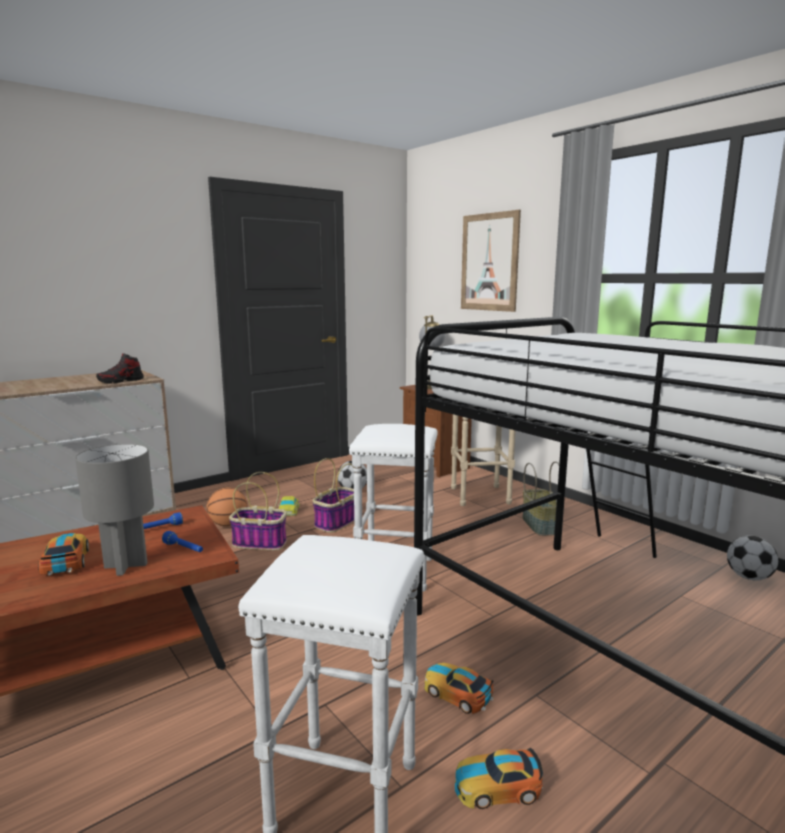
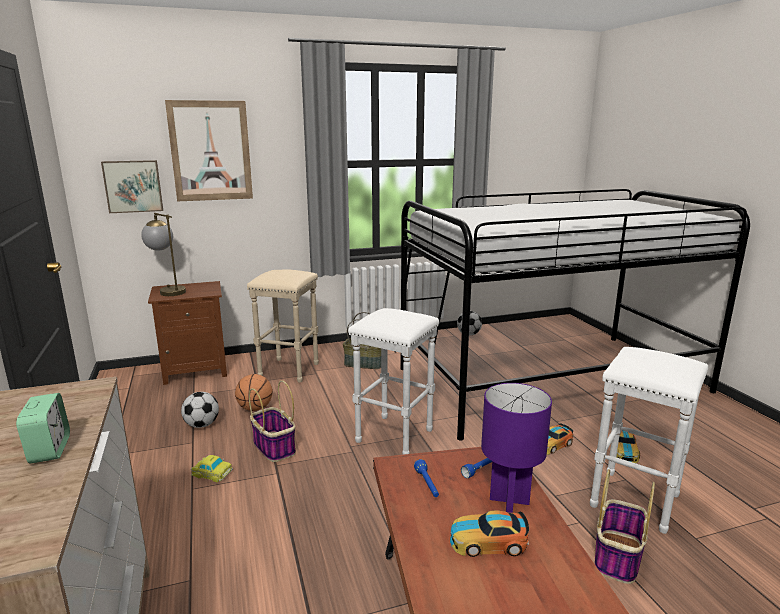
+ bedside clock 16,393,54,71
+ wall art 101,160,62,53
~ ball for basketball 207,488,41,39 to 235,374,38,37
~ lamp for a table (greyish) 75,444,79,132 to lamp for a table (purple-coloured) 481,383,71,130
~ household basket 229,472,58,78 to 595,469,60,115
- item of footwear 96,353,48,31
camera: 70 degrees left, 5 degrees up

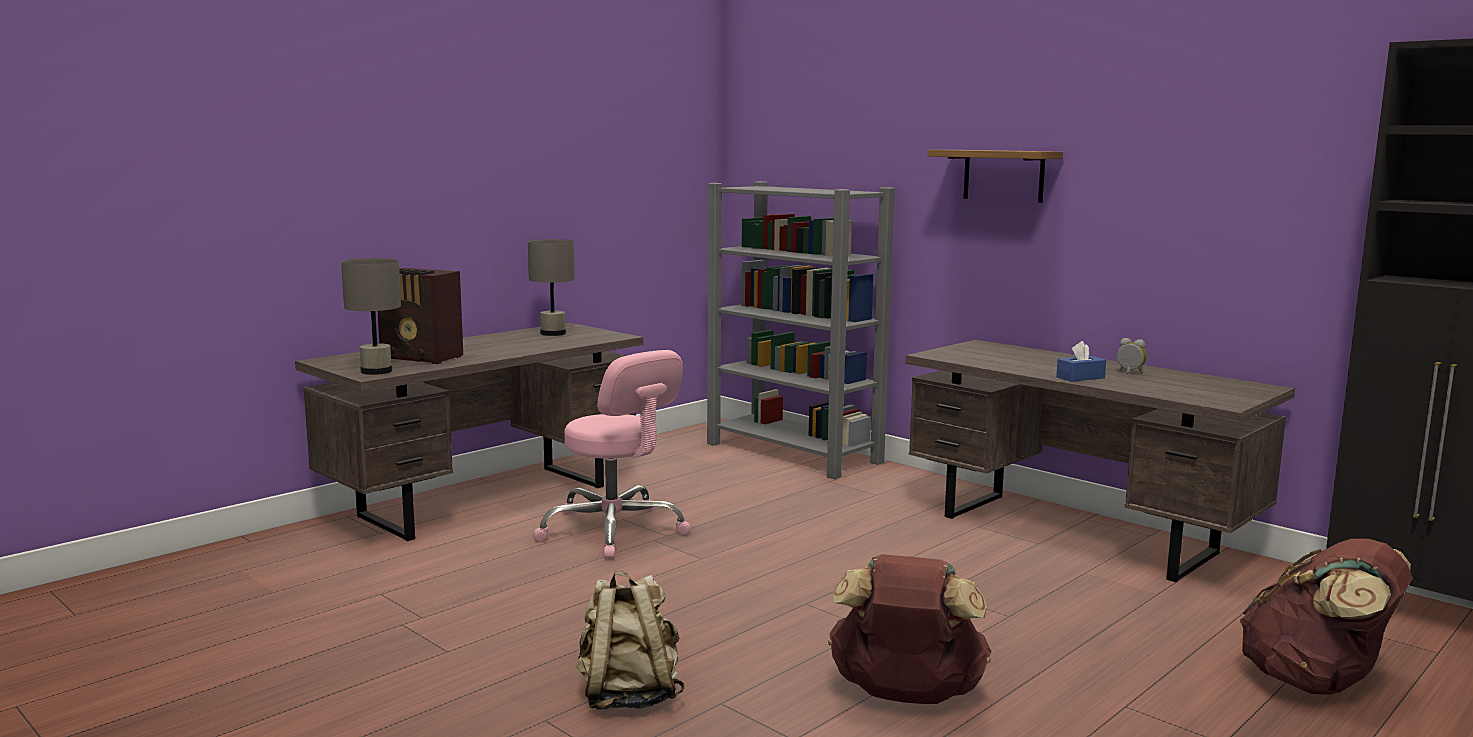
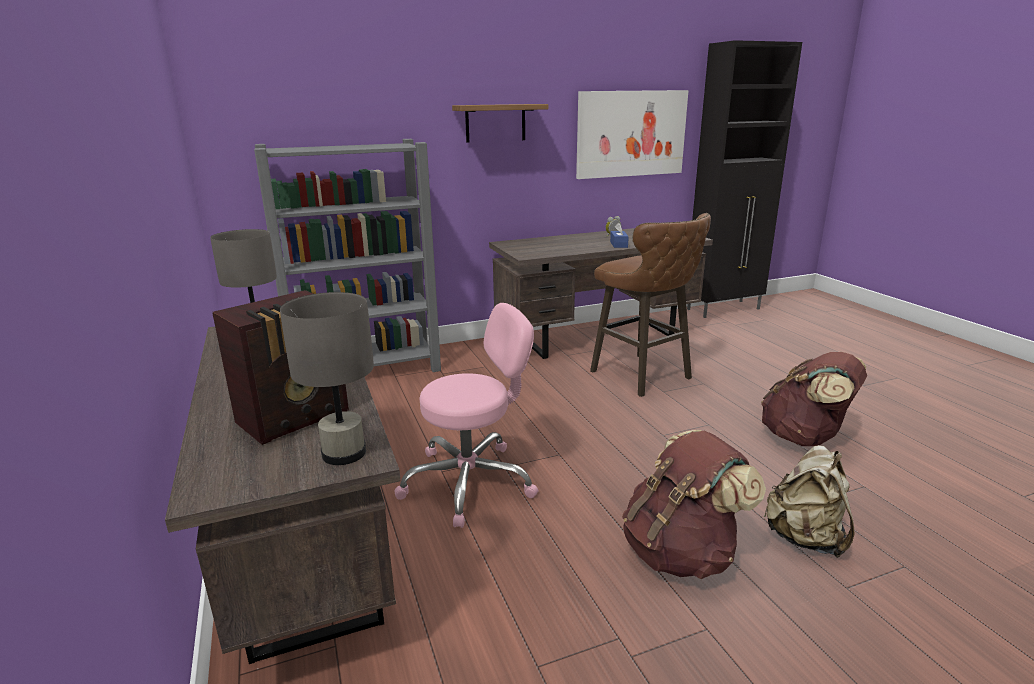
+ wall art 576,90,113,89
+ stool (brown) 590,213,121,184
~ backpack (brown) 1240,539,173,156 to 622,430,144,149
camera: 65 degrees left, 10 degrees up

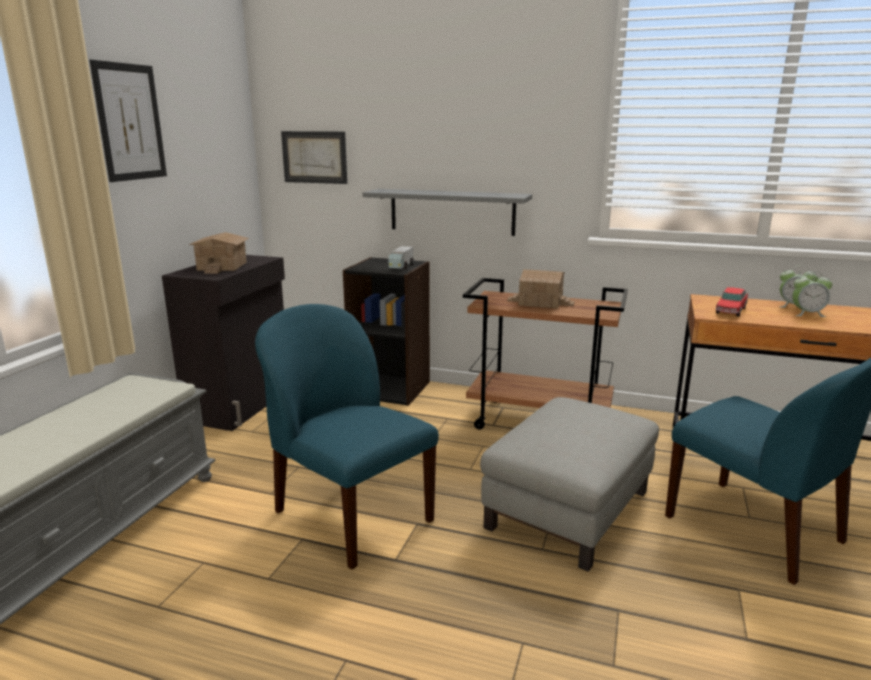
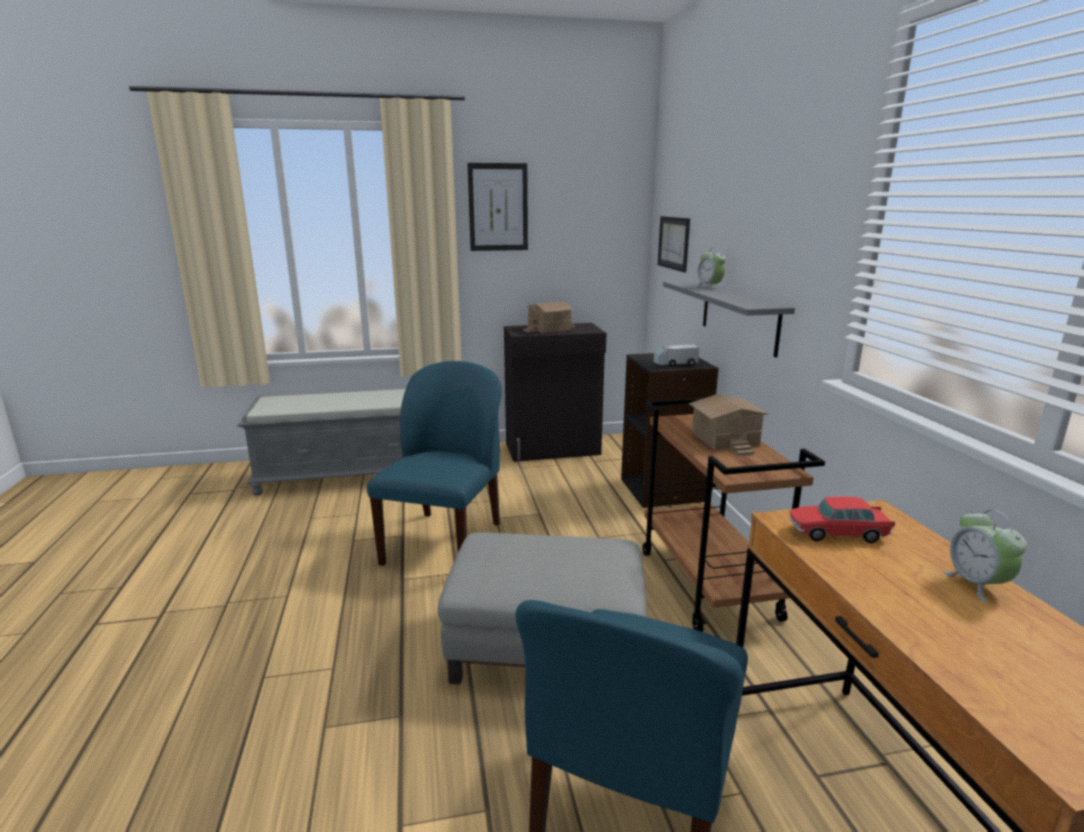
~ bedside clock 792,271,40,46 to 697,248,29,41
camera: 60 degrees right, 0 degrees up

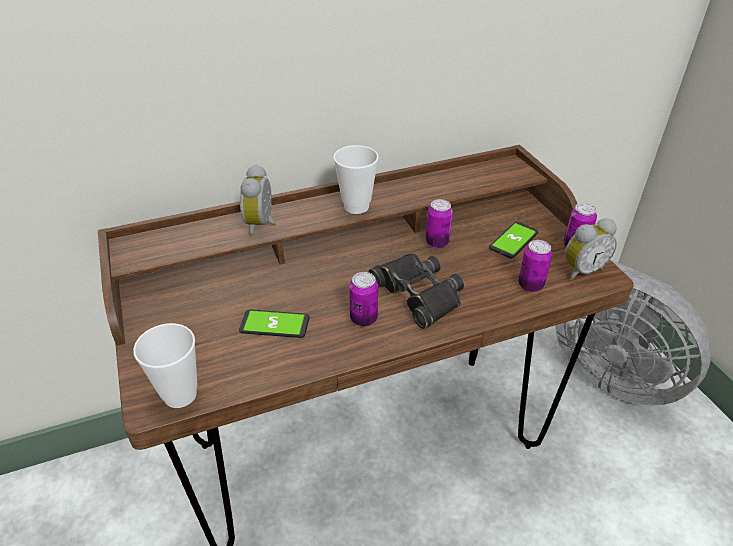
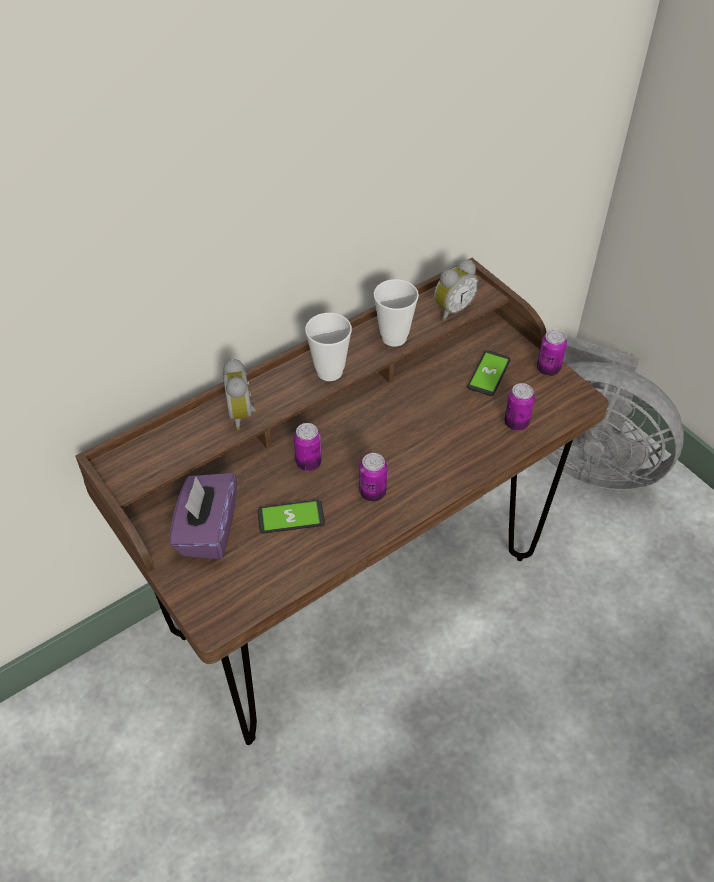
+ tissue holder (purple-coloured) 169,473,68,87
~ metal can 426,199,27,49 to 294,423,28,48
~ drinking cup 133,323,64,85 to 374,279,45,68
~ bedside clock 565,218,52,62 to 434,260,45,61
- field glasses (black-coloured) 368,253,96,76
camera: 15 degrees left, 10 degrees up

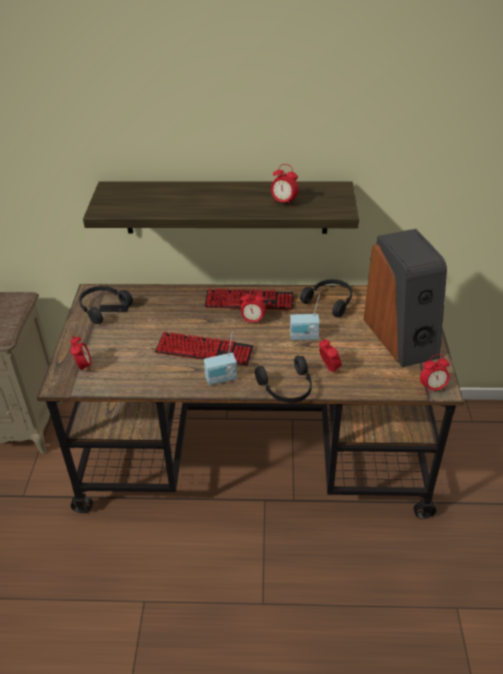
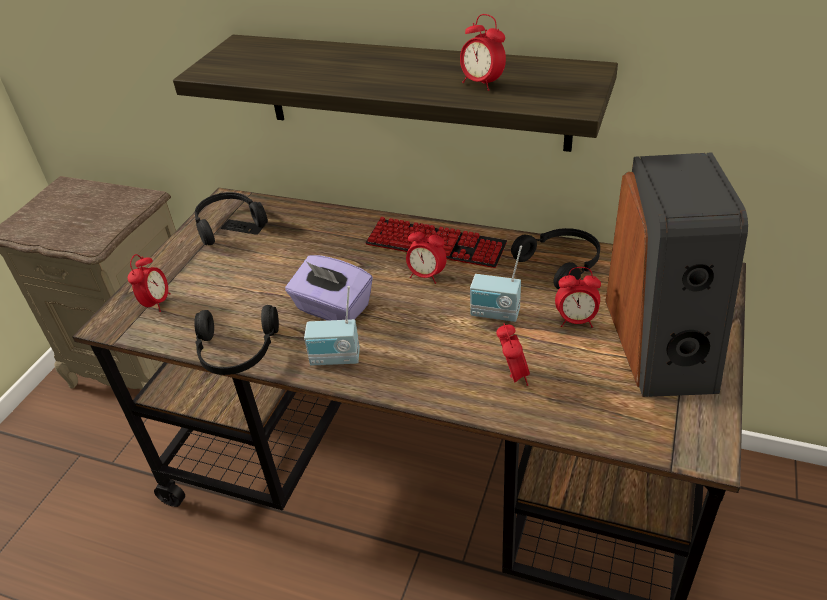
~ headphones (black-coloured) 255,356,57,47 to 194,305,85,70
~ computer keyboard 155,332,99,34 to tissue holder (purple-coloured) 285,255,88,66
~ bedside clock 420,354,30,40 to 555,267,46,61
camera: 20 degrees right, 0 degrees up

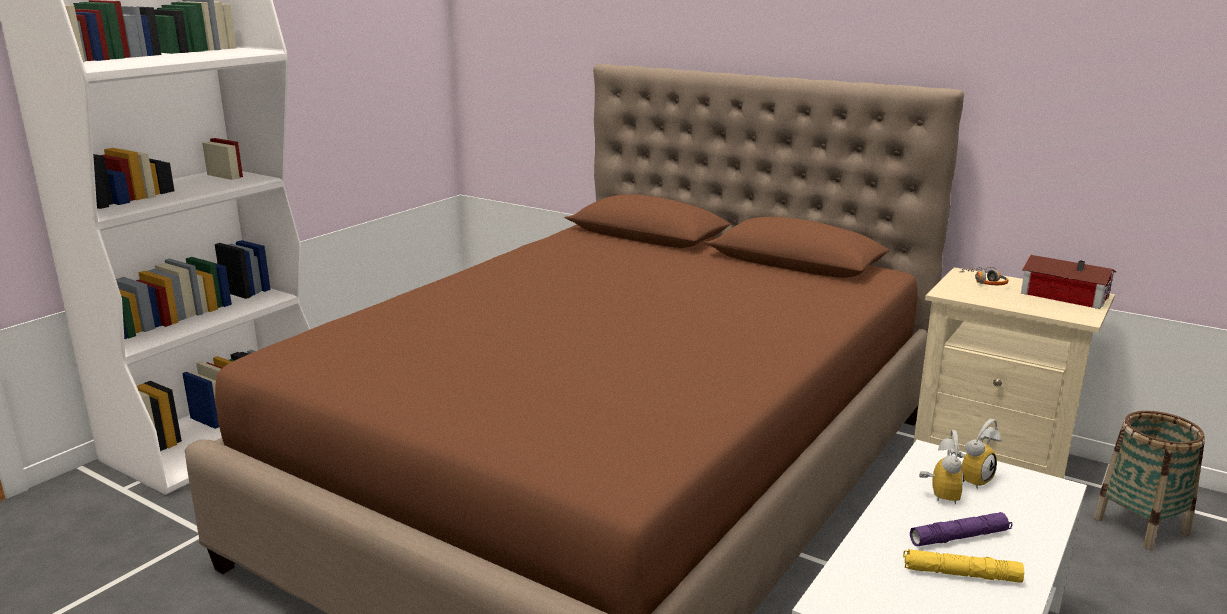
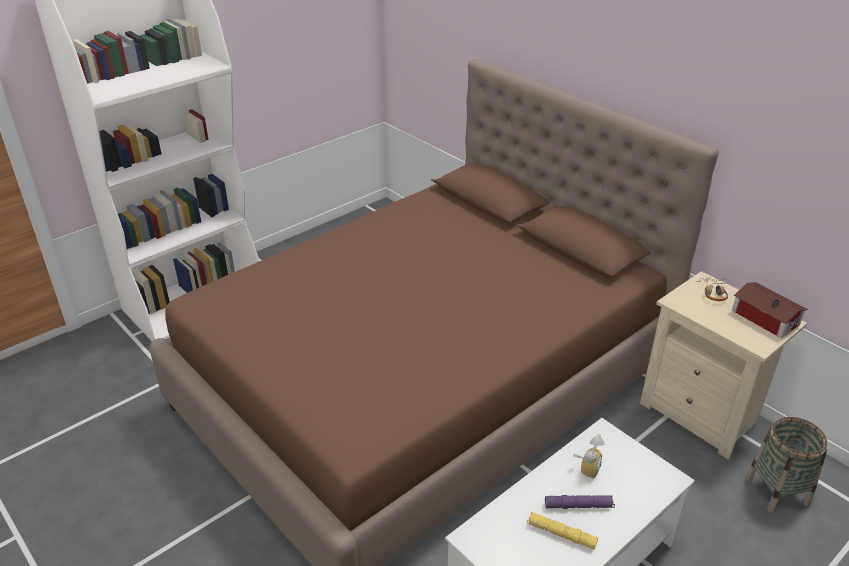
- bedside clock 953,419,49,70
camera: 15 degrees right, 15 degrees up

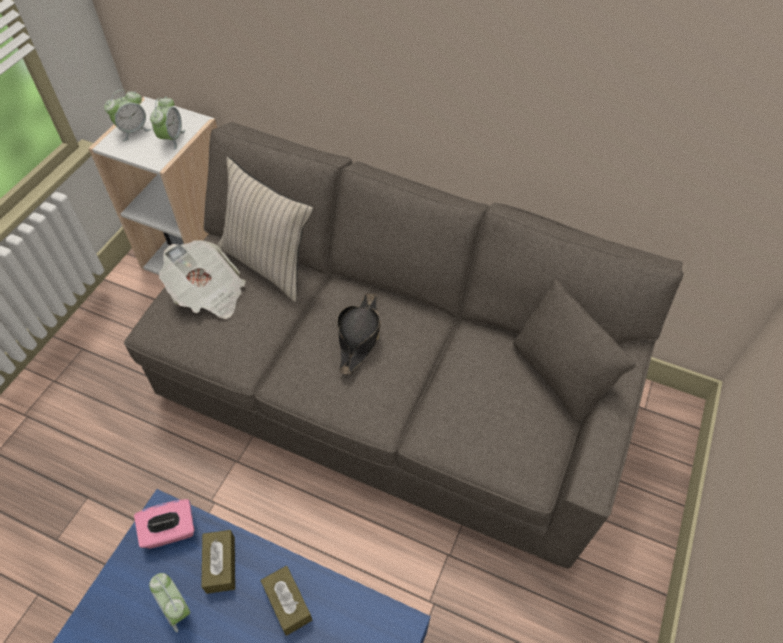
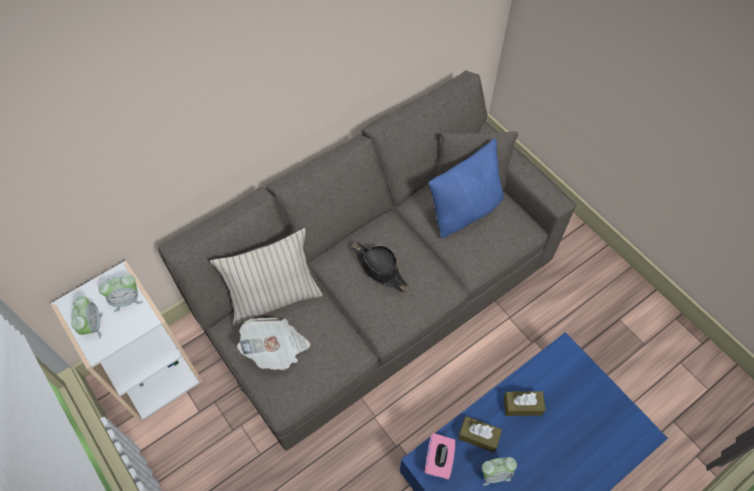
~ bedside clock 150,96,35,54 = 98,274,45,38 120 degrees clockwise
+ cushion (blue-coloured) 428,139,76,99
camera: 60 degrees left, 5 degrees up

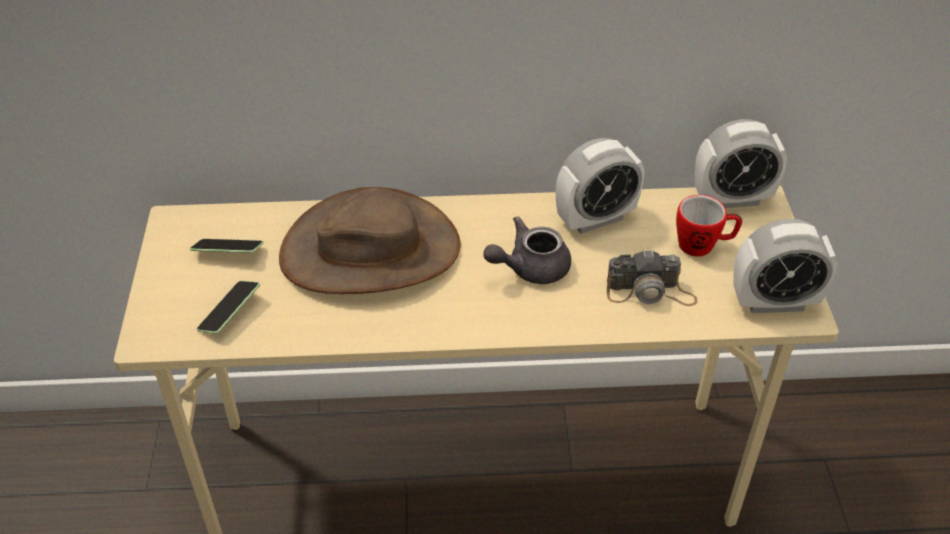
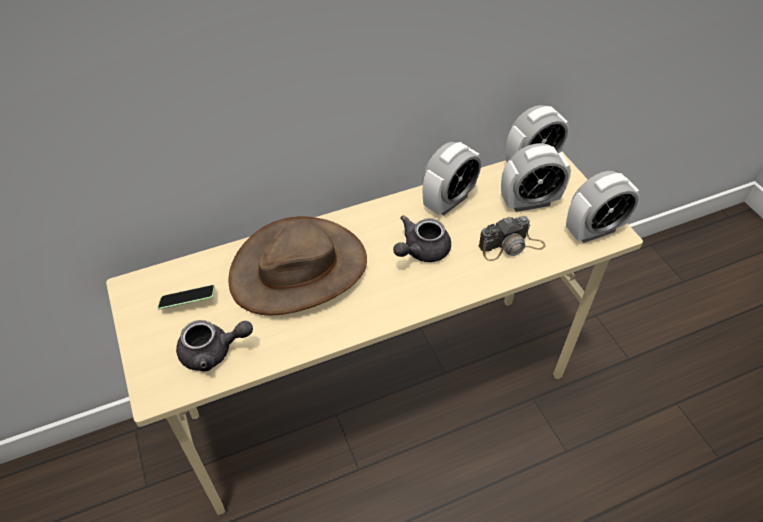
~ phone 197,281,63,53 to pot for tea (greyish) 176,320,77,52
~ mug 676,195,66,62 to bedside clock 501,143,70,69
camera: 20 degrees left, 5 degrees up

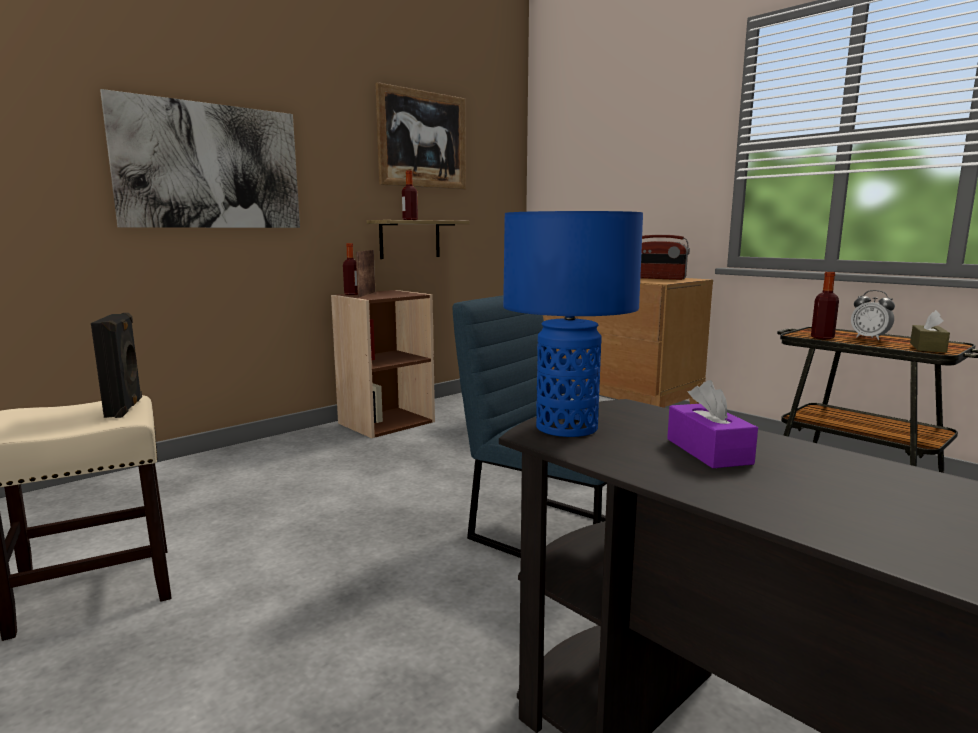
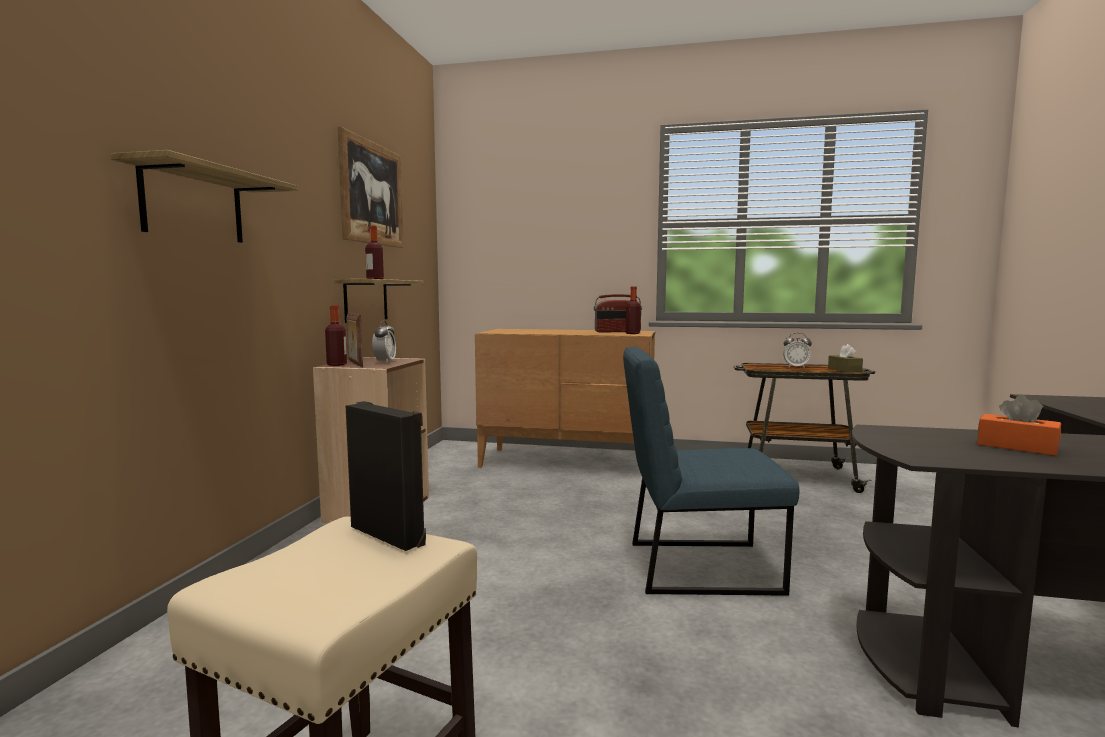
~ wall art 100,89,200,139 to shelf 110,150,188,93
+ bedside clock 372,320,24,43
~ beverage bottle 811,272,28,67 to 626,286,15,48
~ tissue holder (purple-coloured) 667,380,91,88 to tissue holder (orange) 977,395,84,61
- lamp for a table (blue-coloured) 503,211,140,226
camera: 35 degrees left, 5 degrees down

